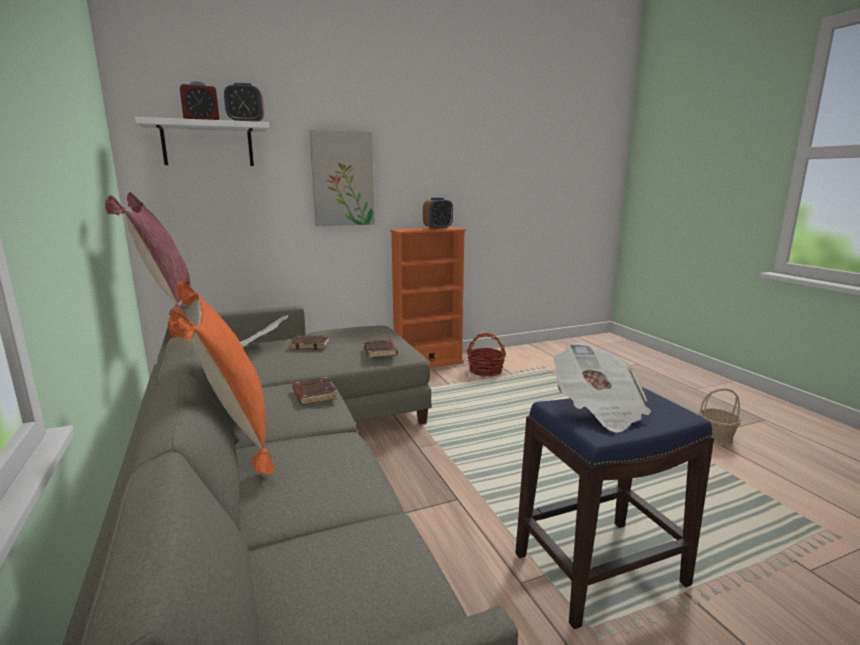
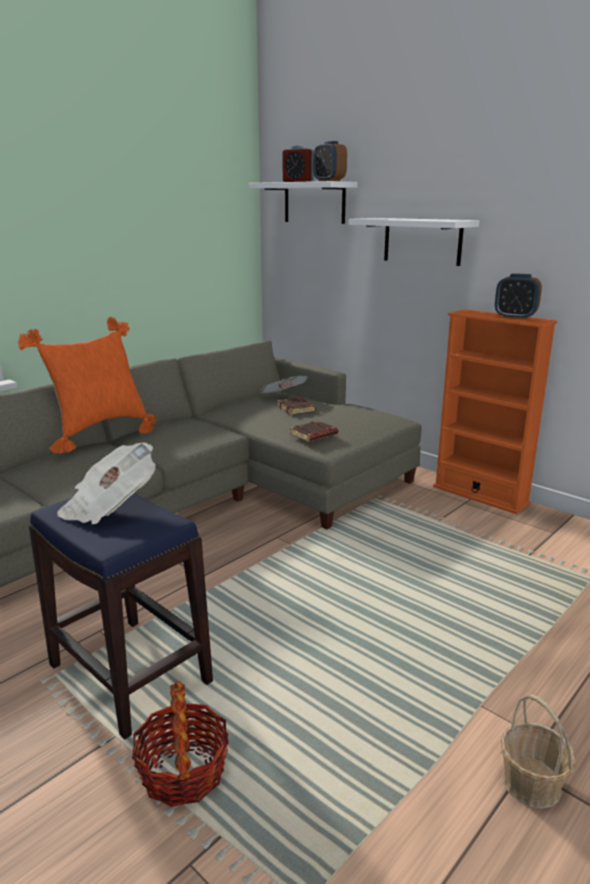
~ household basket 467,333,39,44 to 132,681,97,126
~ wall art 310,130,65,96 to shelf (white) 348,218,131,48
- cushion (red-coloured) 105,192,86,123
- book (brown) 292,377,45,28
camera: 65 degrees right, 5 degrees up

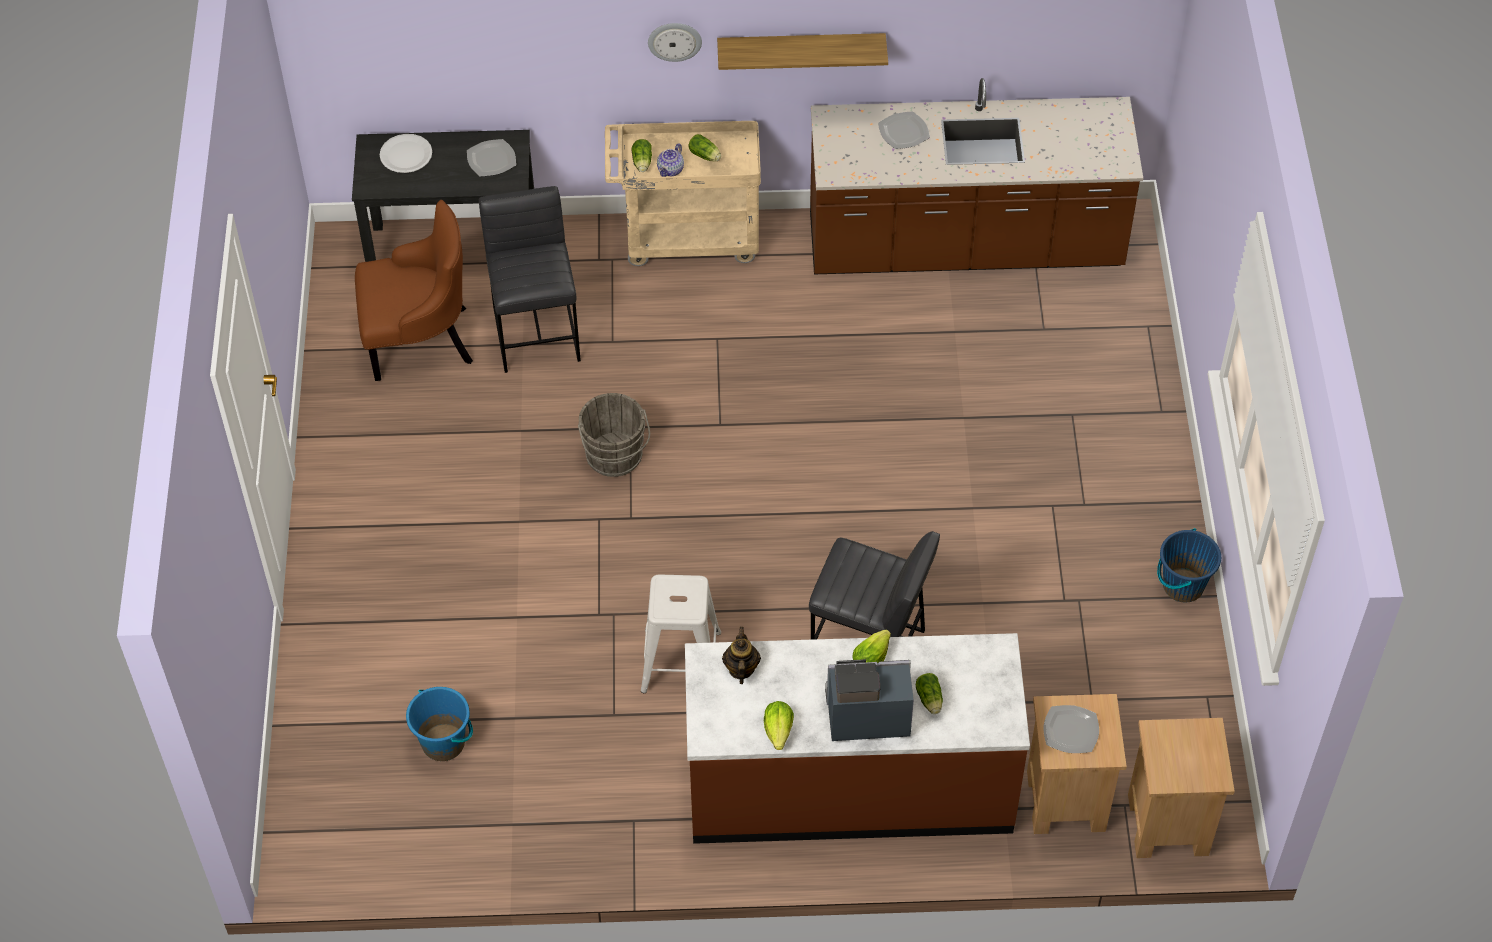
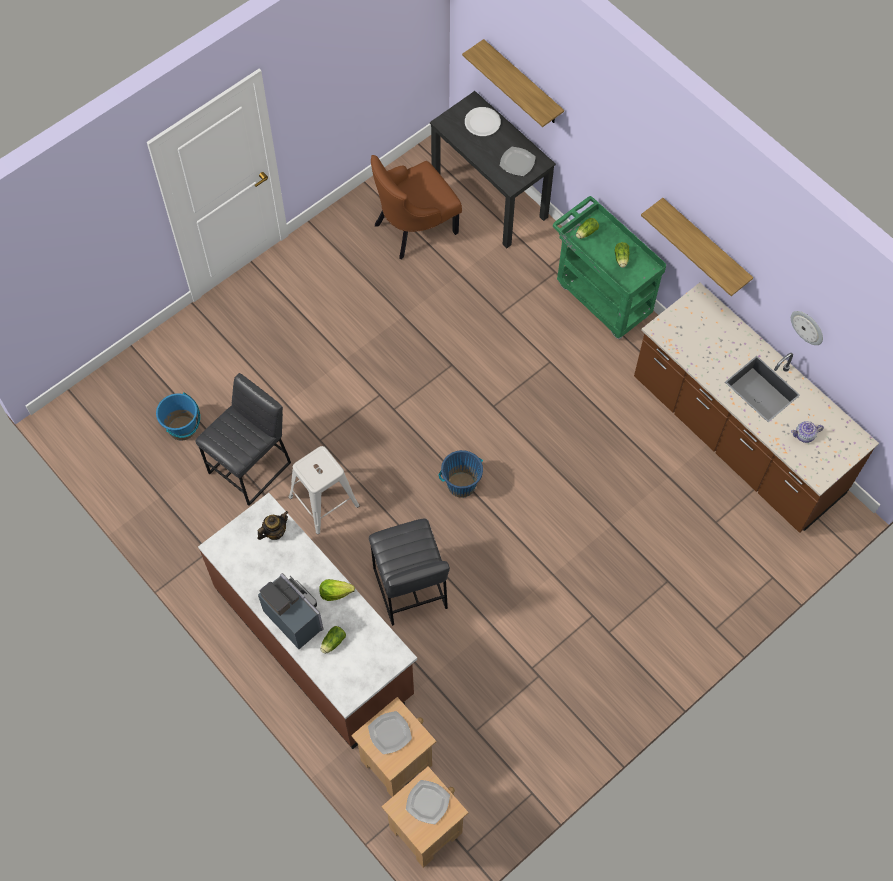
~ stool (greyish) 479,186,102,187 to 195,373,96,133
~ plain chair (brown) 355,200,118,181 = 371,155,91,105 105 degrees clockwise
~ dinner plate 878,111,52,38 to 406,780,44,44
~ water bucket (blue-coloured) 1157,528,64,75 to 438,450,45,48
+ shelf 462,39,102,88
~ cart (beige-coloured) 605,121,156,145 to cart (green) 553,196,113,143
~ hanging clock 648,23,54,39 to 791,311,32,34
~ pot for tea 657,143,27,34 to 791,421,33,22
- water bucket (greyish) 578,393,72,84
- lettuce head 764,701,30,49
camera: 50 degrees right, 10 degrees up

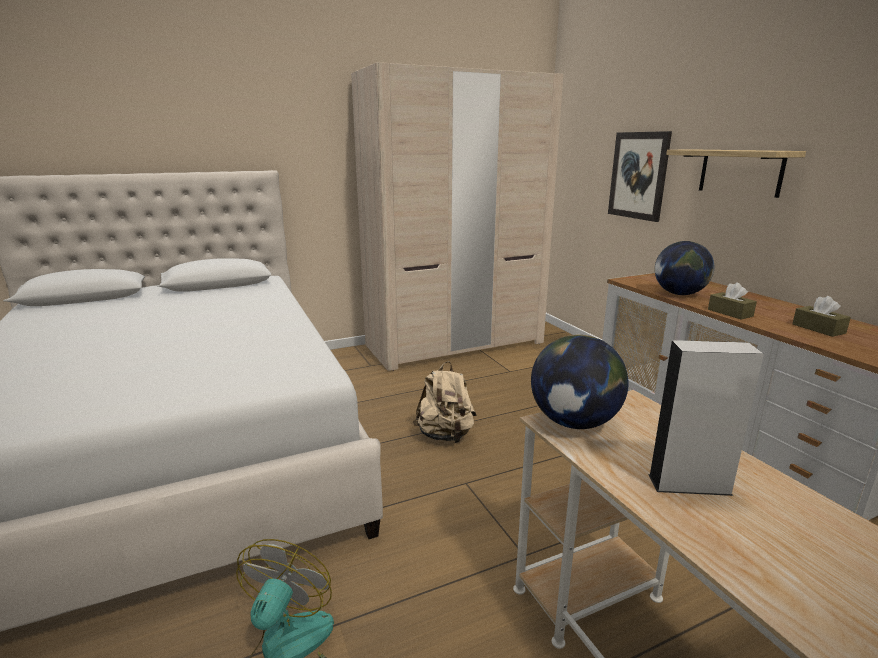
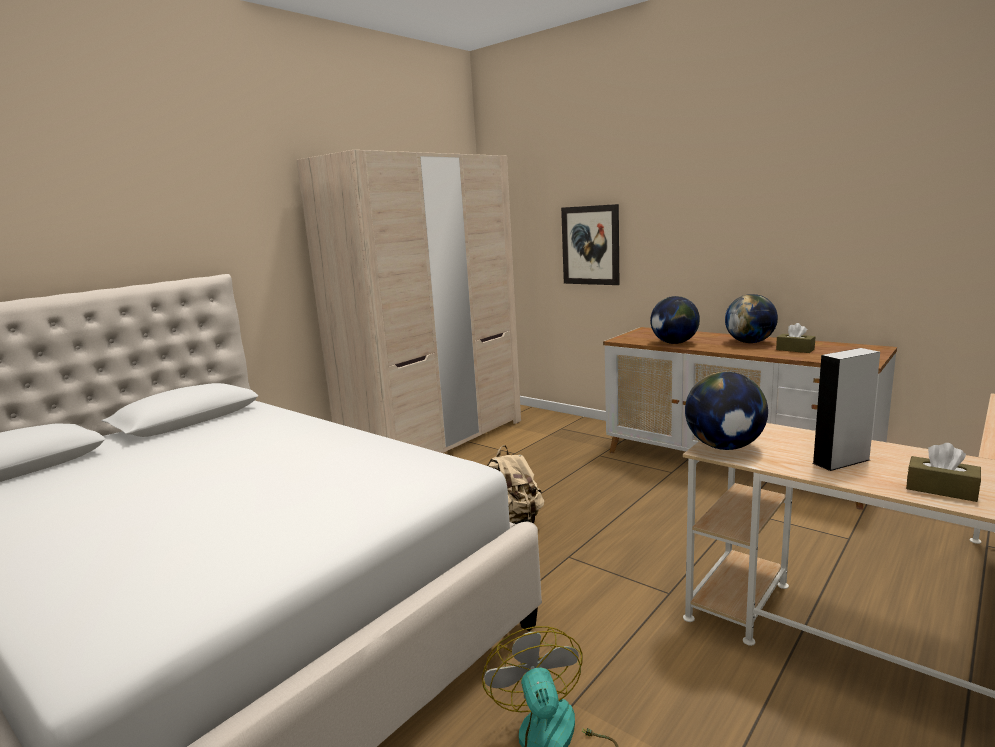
+ desk globe 725,294,53,49
~ tissue holder (brown) 708,282,49,37 to 906,443,75,59
- shelf 666,150,140,48
camera: 25 degrees left, 5 degrees down

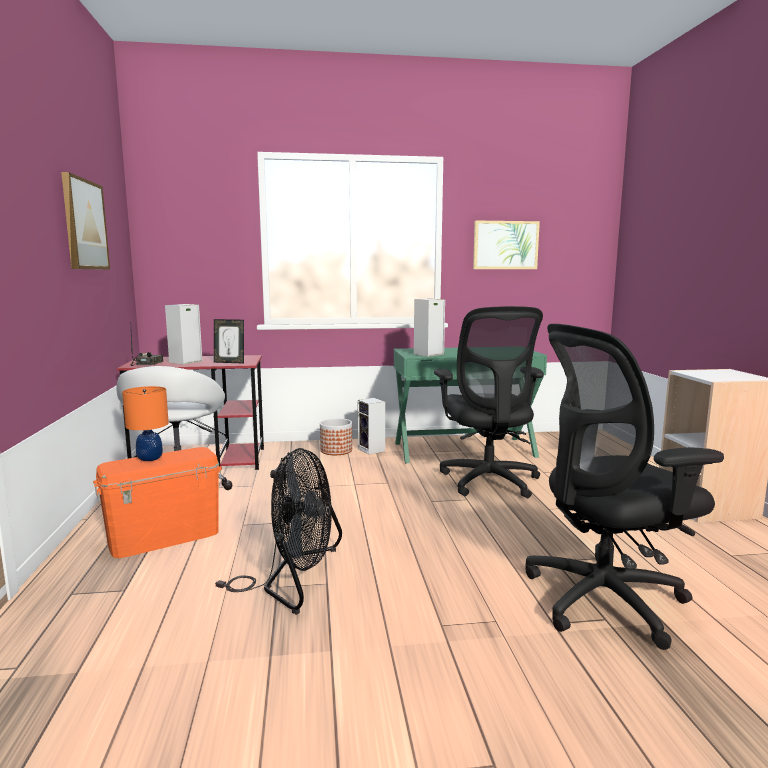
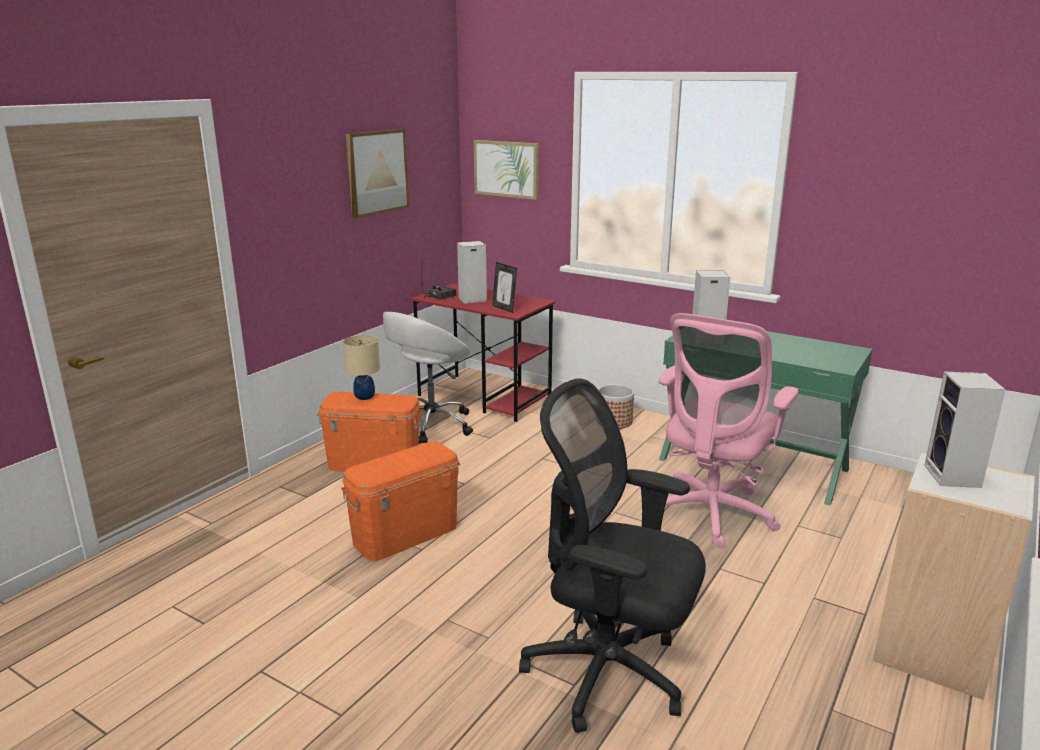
~ electric fan (black-coloured) 215,448,127,167 to storage box (orange) 341,441,119,120
~ lamp for a table (orange) 122,386,47,75 to lamp for a table (beige-coloured) 343,335,37,65
~ wall art 473,221,67,48 to 474,140,65,60
~ computer chair (black-coloured) 434,306,110,192 to computer chair (pinkish) 659,313,139,235
~ loudspeaker 357,398,28,57 to 924,372,82,116
camera: 40 degrees right, 10 degrees up

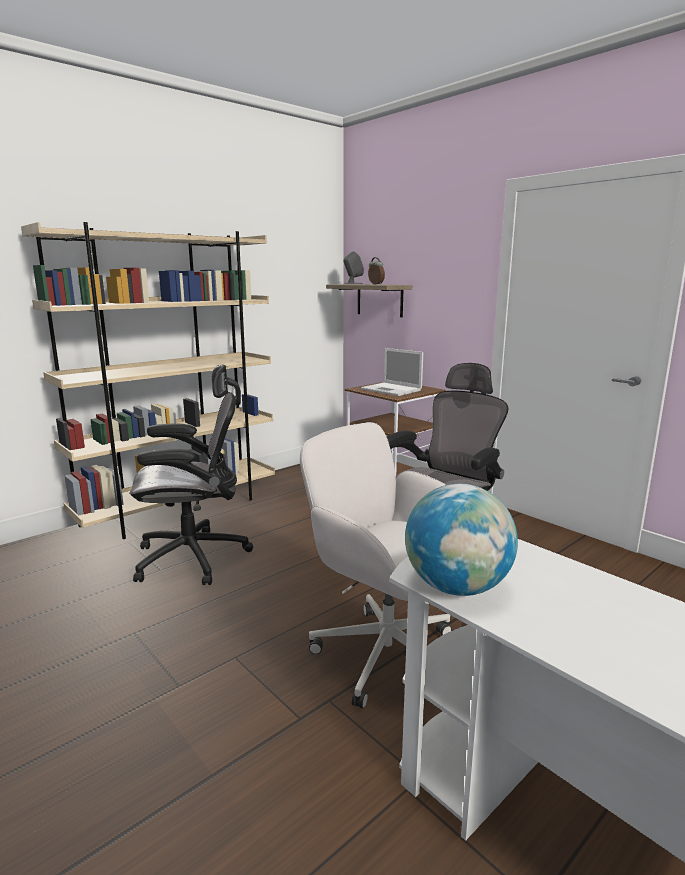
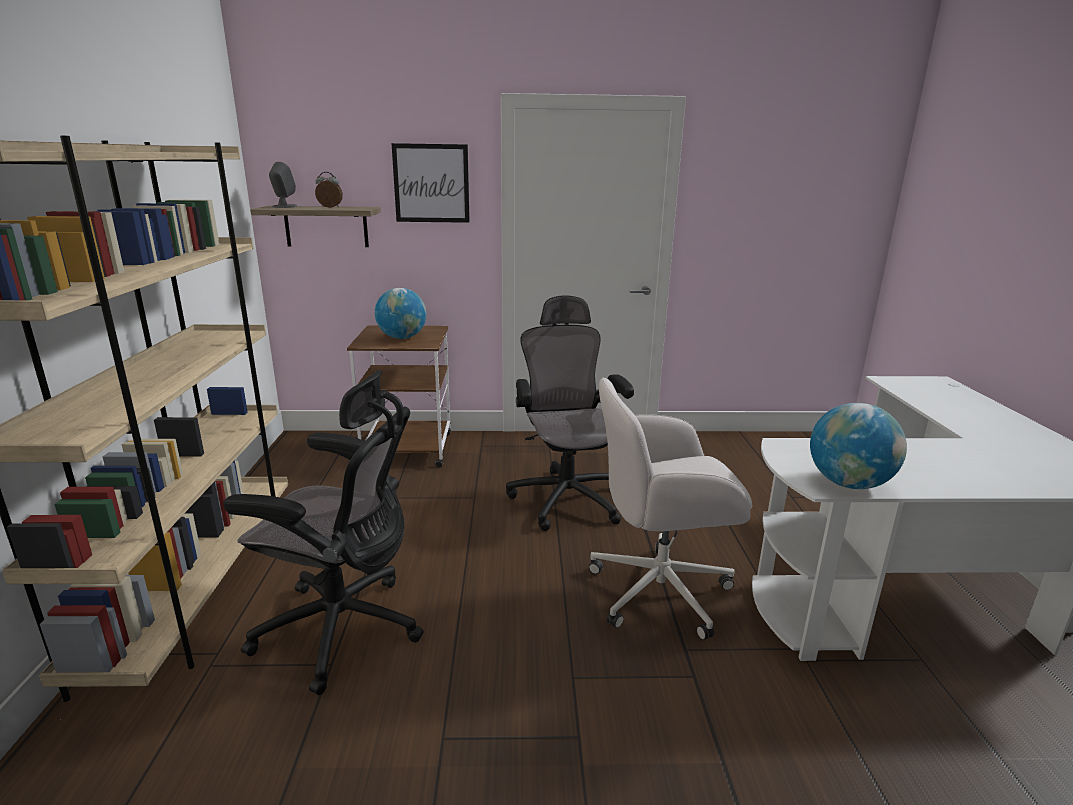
~ computer chair 129,365,124,220 = 223,370,201,325 75 degrees clockwise
~ laptop 361,348,62,48 to desk globe 375,288,52,51
+ wall art 392,143,78,80
camera: 50 degrees left, 5 degrees up

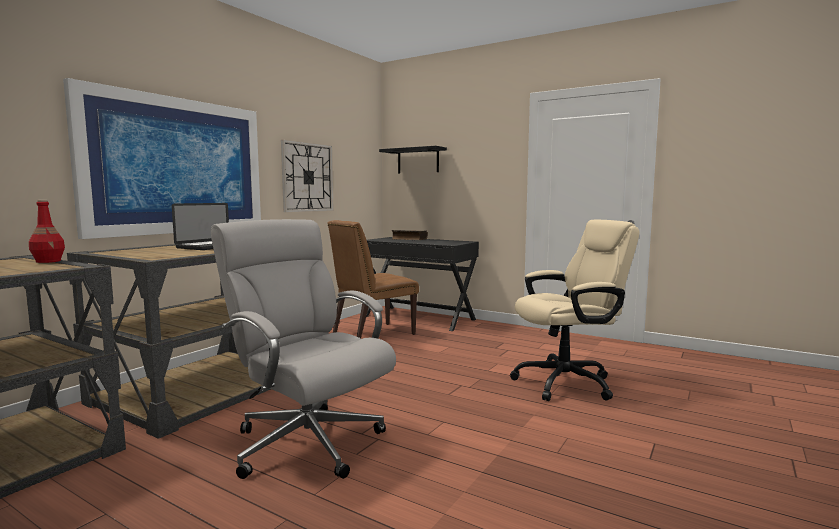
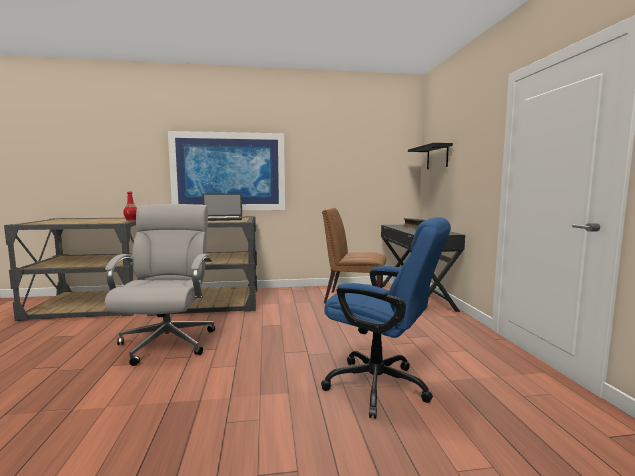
~ computer chair (beige-coloured) 510,220,129,181 to computer chair (blue-coloured) 321,217,130,202
- hanging clock 281,140,53,72
camera: 50 degrees right, 0 degrees up

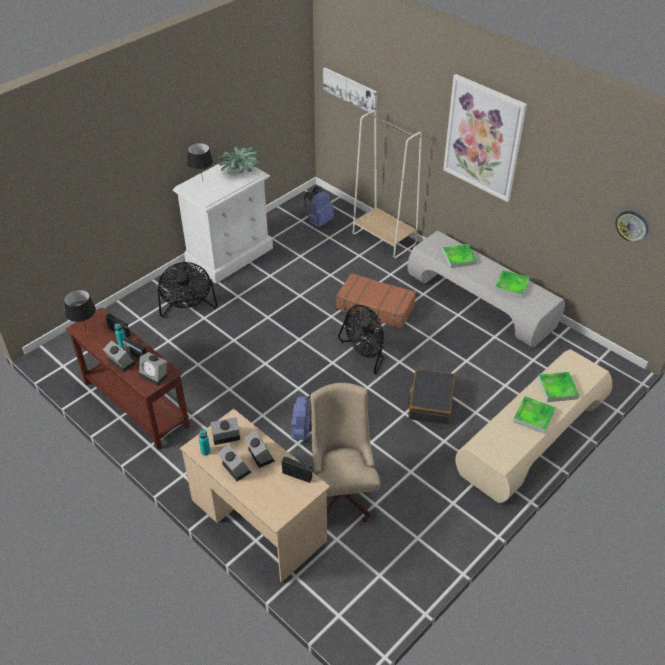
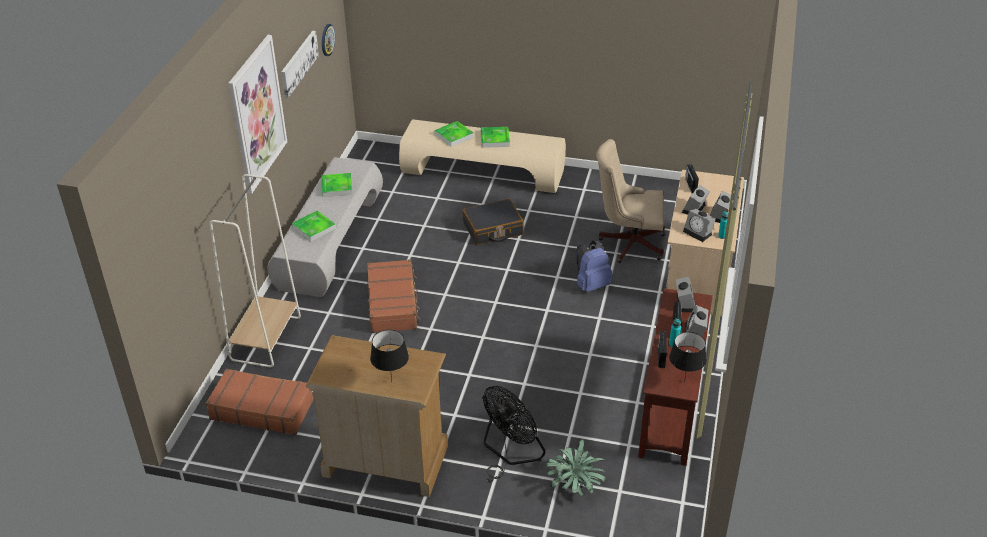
~ backpack (blue-coloured) 304,187,30,40 to piece of luggage (brown) 205,369,109,66
~ wall art 323,68,54,46 to 281,31,38,67
~ drawer chest (white) 173,158,100,126 to drawer chest (brown) 306,335,142,162
~ houseplant 218,147,42,27 to 545,440,61,58
~ computer chair (beige-coloured) 310,383,70,139 = 596,139,70,124 45 degrees clockwise
- electric fan (black-coloured) 338,305,46,70
camera: 120 degrees left, 5 degrees down

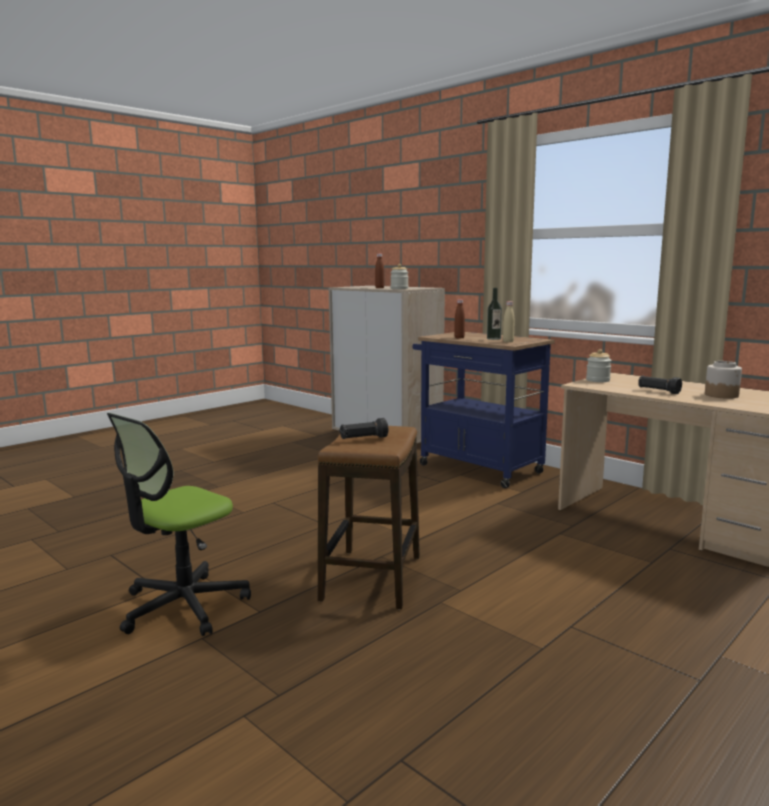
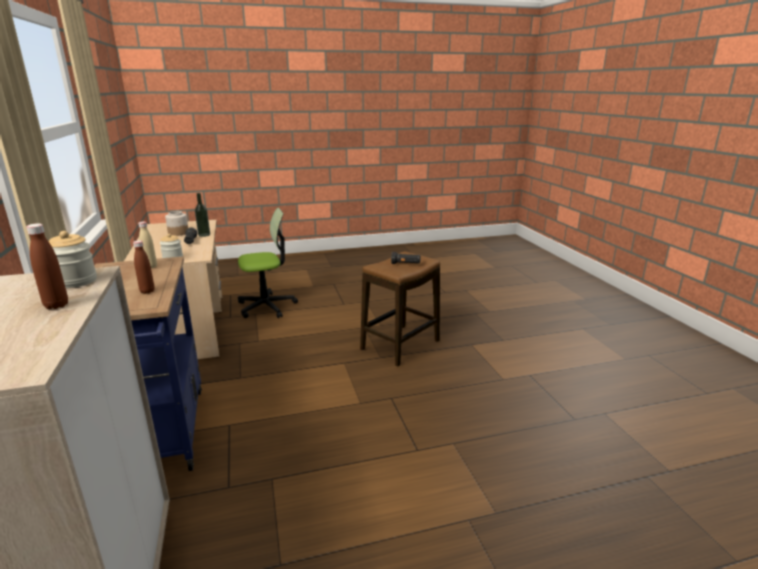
~ beverage bottle 487,288,15,52 to 195,193,15,44
~ computer chair 107,413,144,223 to 238,208,60,110
camera: 150 degrees left, 10 degrees up

